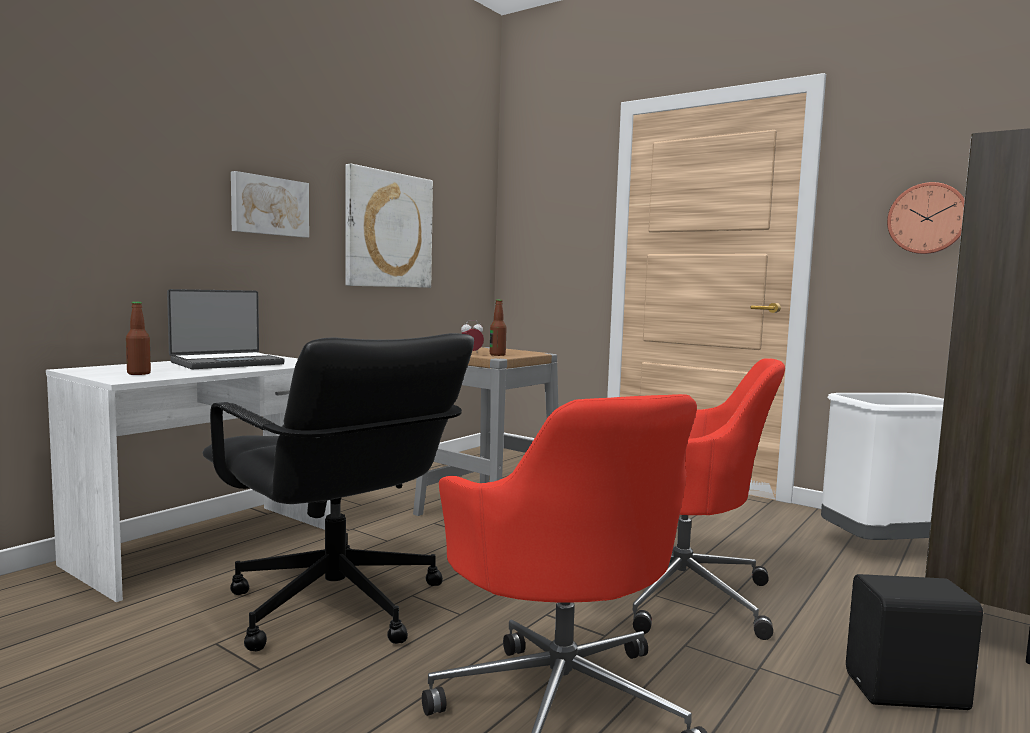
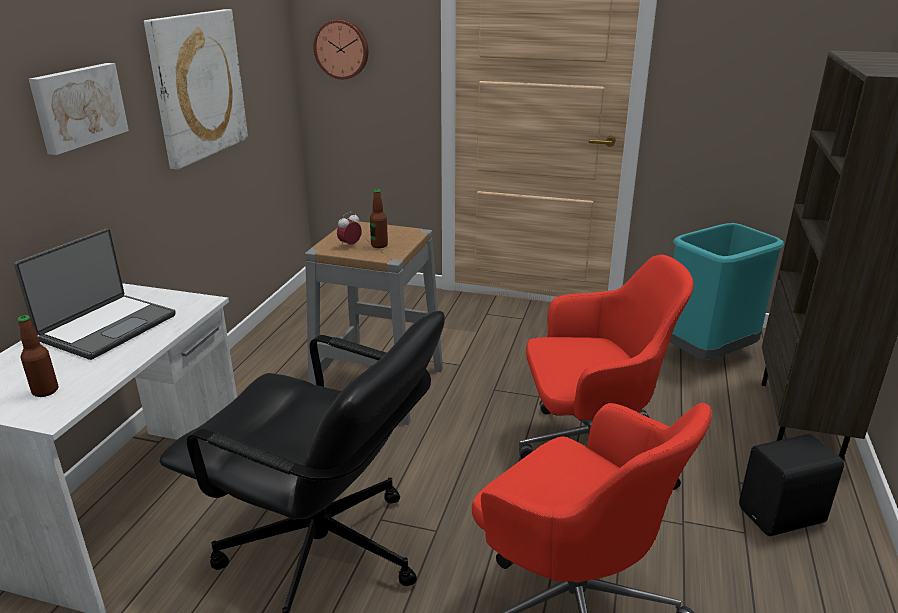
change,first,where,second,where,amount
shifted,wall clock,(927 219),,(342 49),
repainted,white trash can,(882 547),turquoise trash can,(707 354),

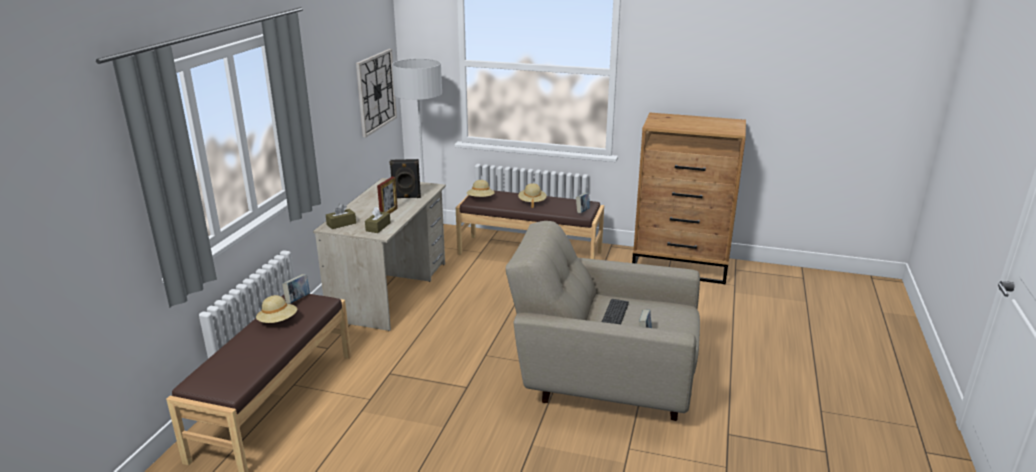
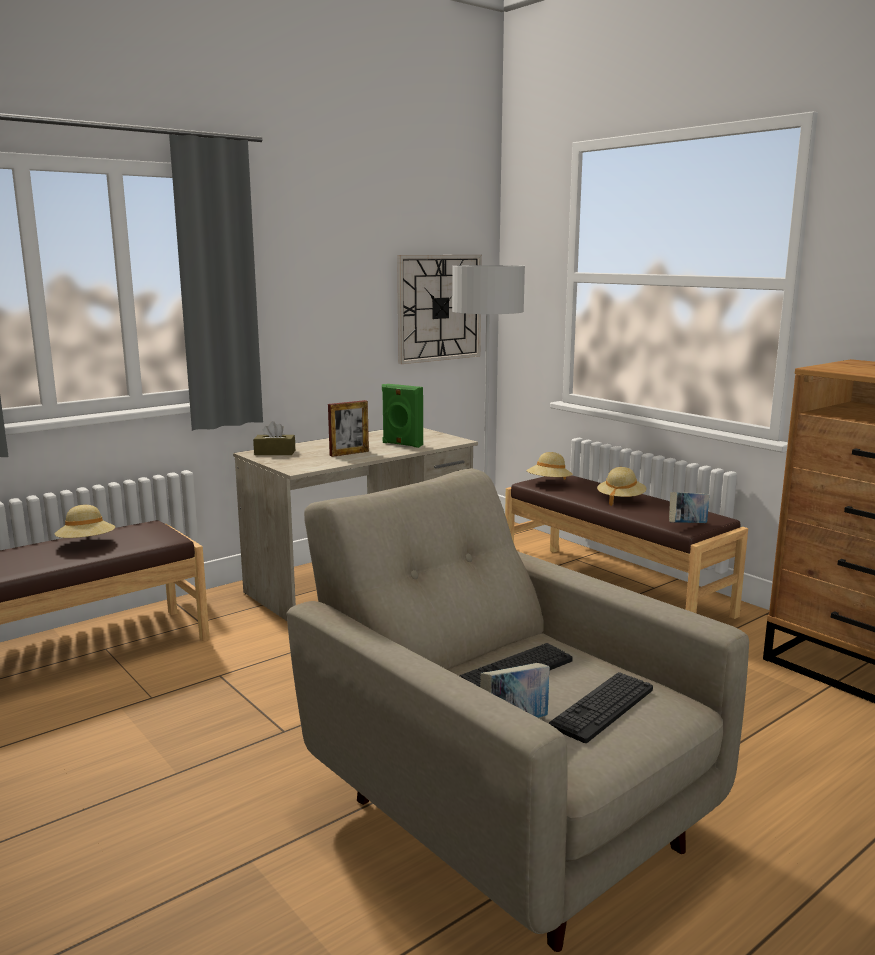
change,first,where,second,where,amount
repainted,black speaker,(406 197),green speaker,(402 444),
new,,,keyboard,(602 707),
gone,book,(298 300),,,
gone,brown tissue box,(378 227),,,

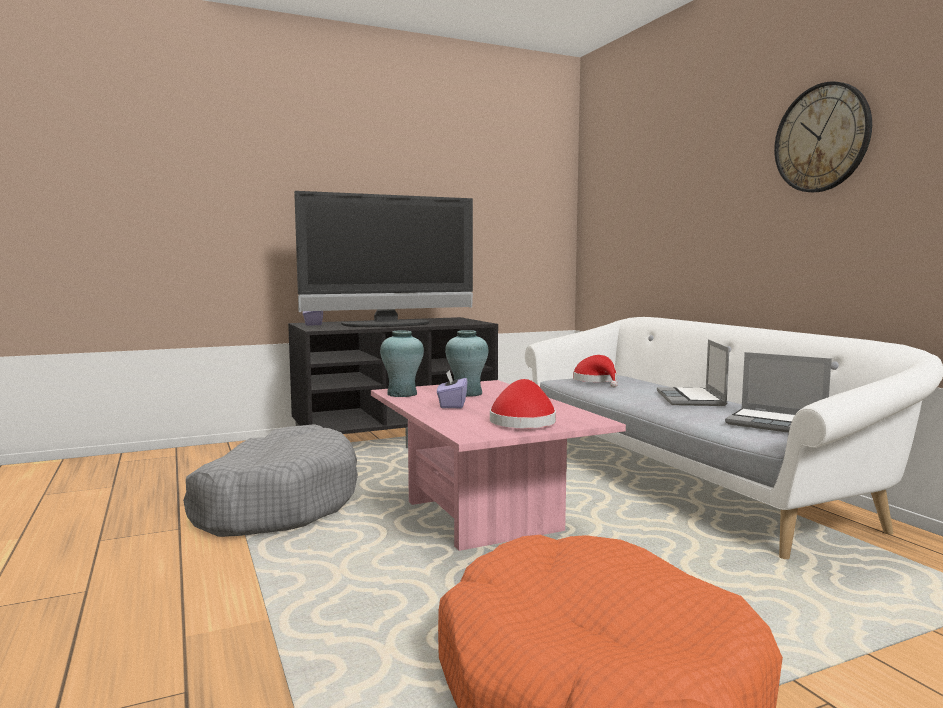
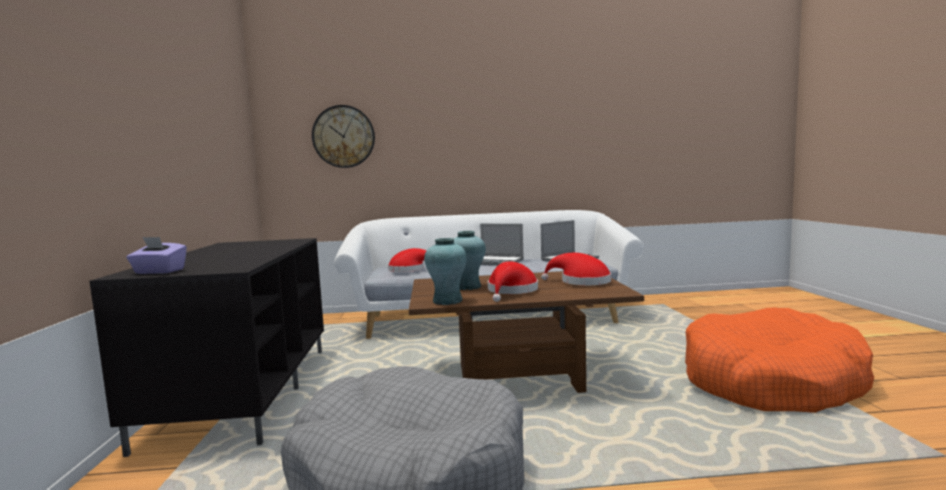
change,first,where,second,where,amount
shifted,wall clock,(822 138),,(343 136),
repainted,pink coffee table,(482 516),brown coffee table,(518 378),
swapped,purple tissue box,(452 405),red hat,(511 291),
gone,television,(388 324),,,

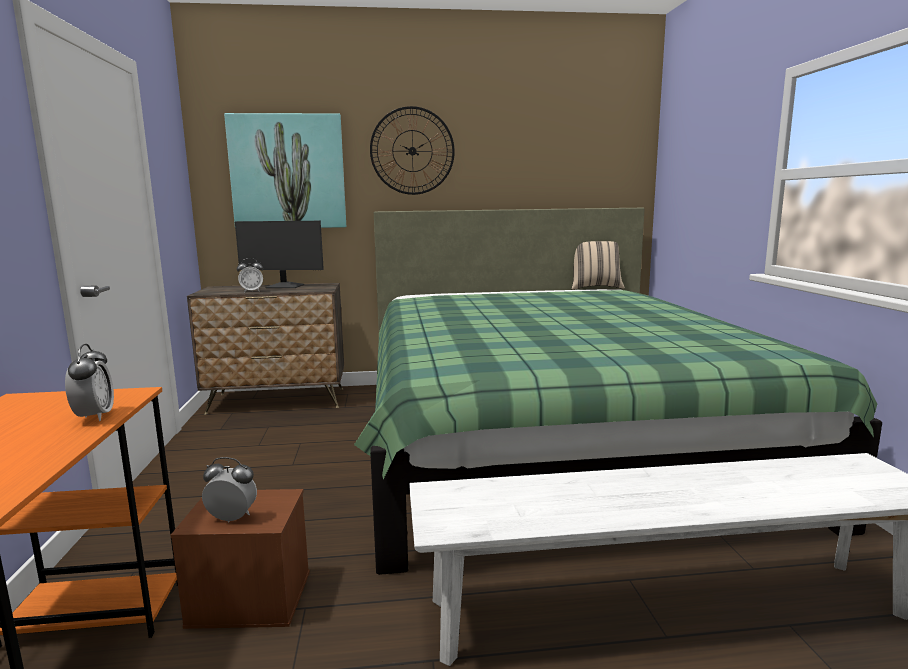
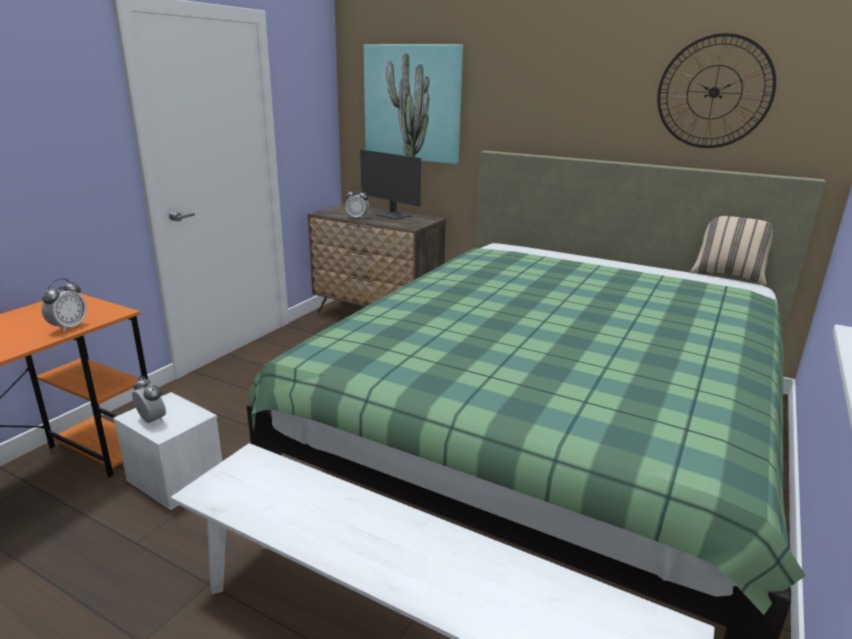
change,first,where,second,where,amount
repainted,brown storage box,(248 599),white storage box,(174 478),
shifted,wall clock,(412 151),,(714 92),

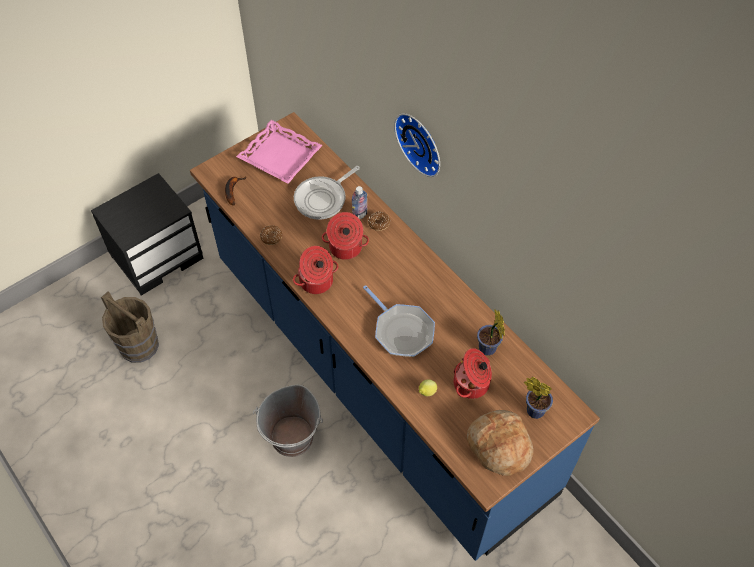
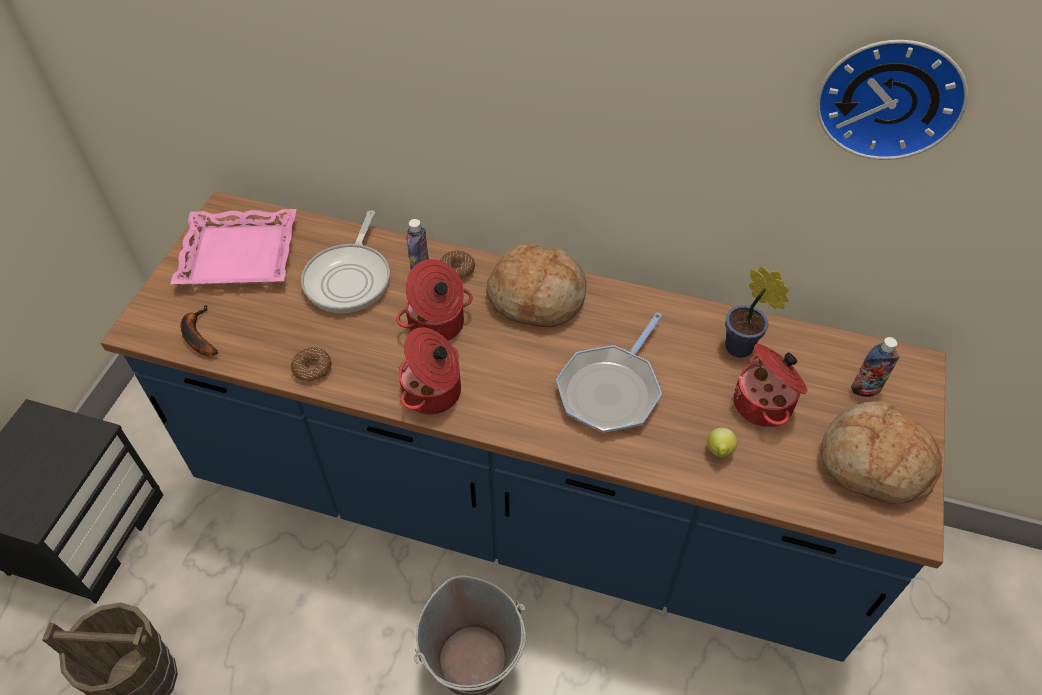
change,first,where,second,where,amount
new,,,bread,(537 297),
rotated,frying pan,(401 331),,(611 390),105 degrees clockwise
shifted,wall clock,(421 142),,(890 95),
swapped,potted plant,(533 409),bottle,(865 389),

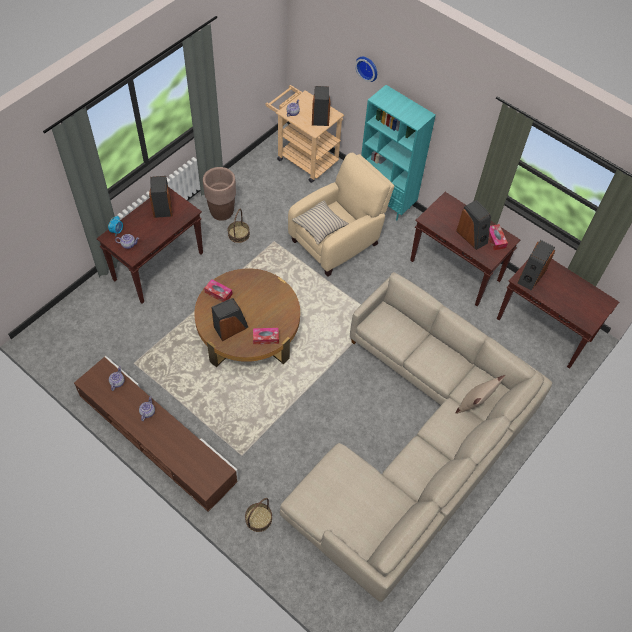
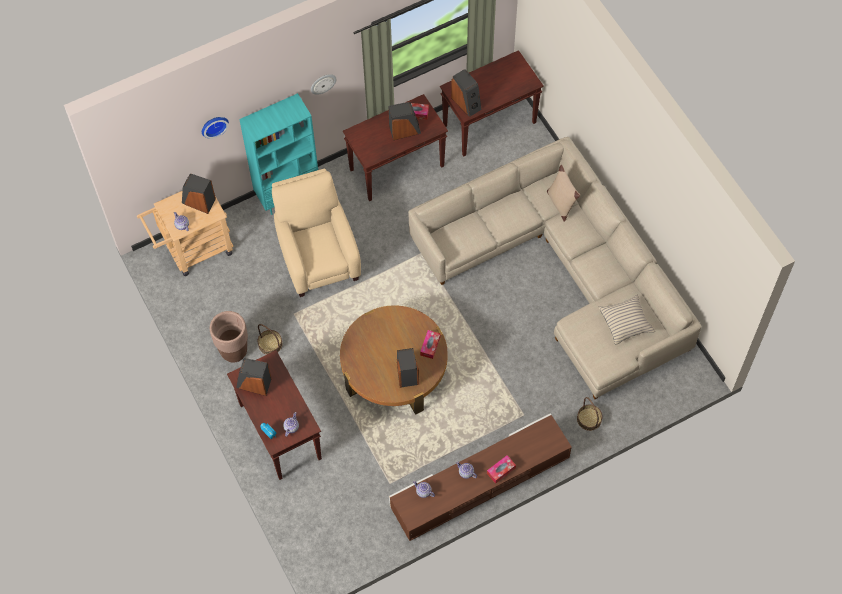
change,first,where,second,where,amount
new,,,wall clock,(323 83),
shifted,tissue box,(218 293),,(501 470),
shifted,beige pillow,(320 225),,(626 322),

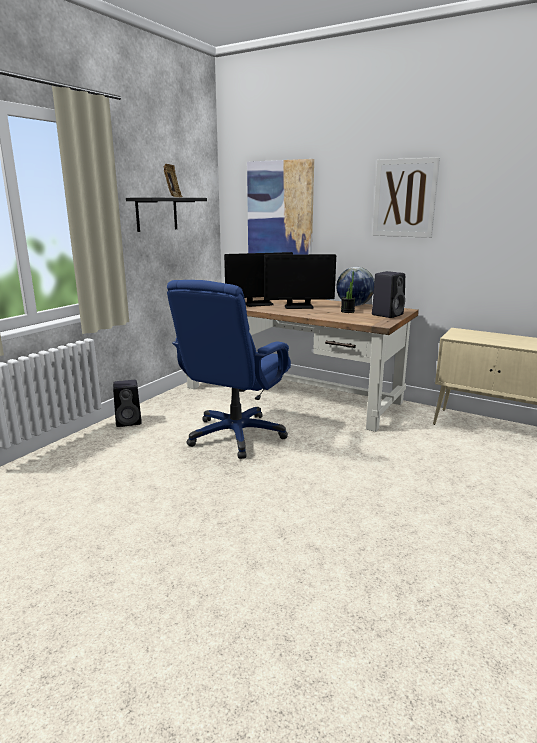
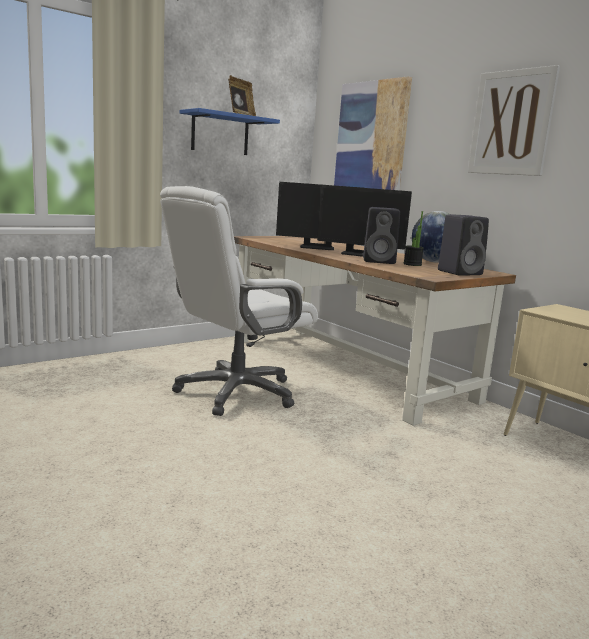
change,first,where,second,where,amount
repainted,blue office chair,(236 435),white office chair,(236 393),
repainted,black shelf,(156 214),blue shelf,(220 134),
shifted,black speaker,(129 421),,(380 261),

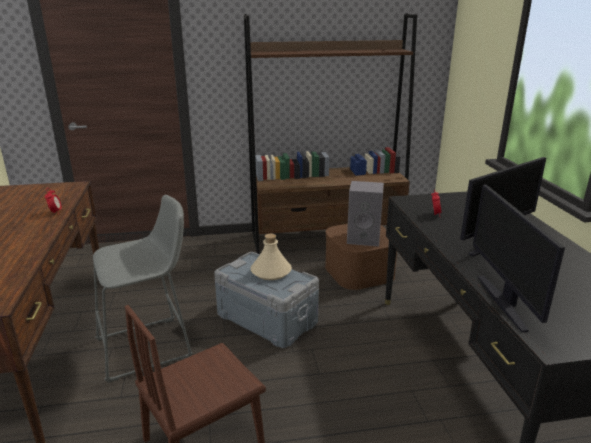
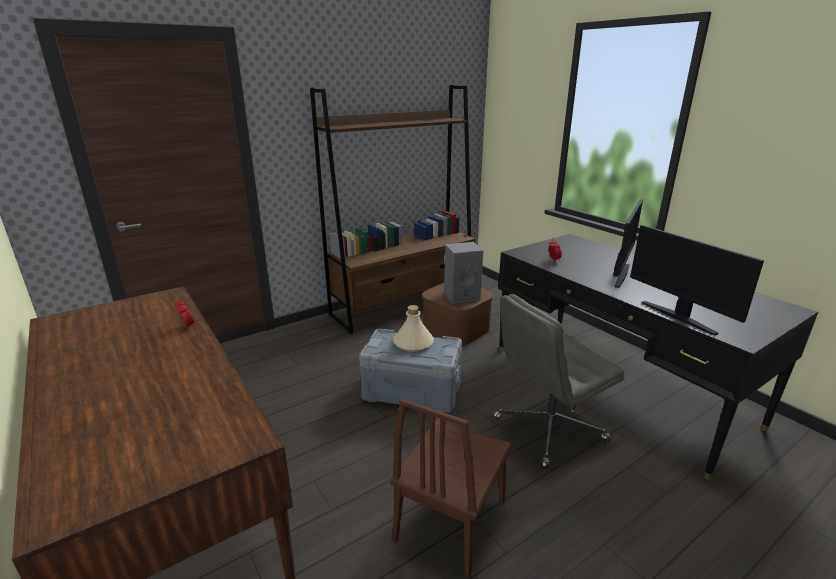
change,first,where,second,where,amount
new,,,grey office chair,(548 430),
gone,grey stool,(149 347),,,

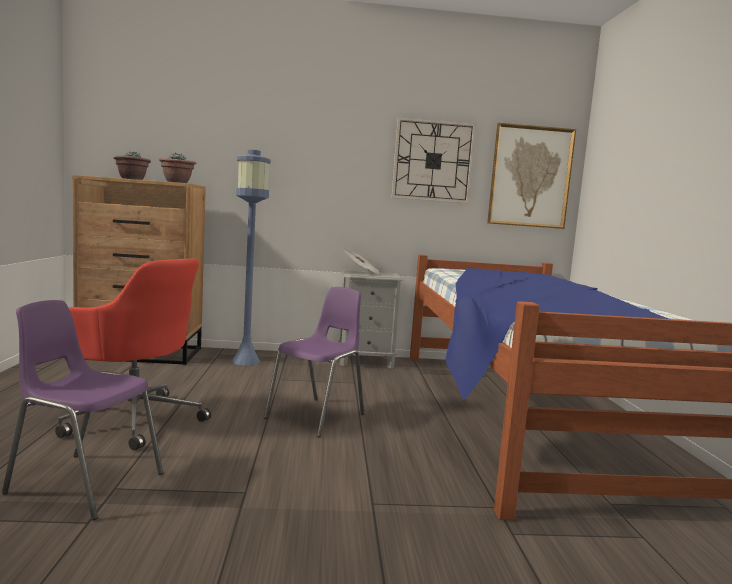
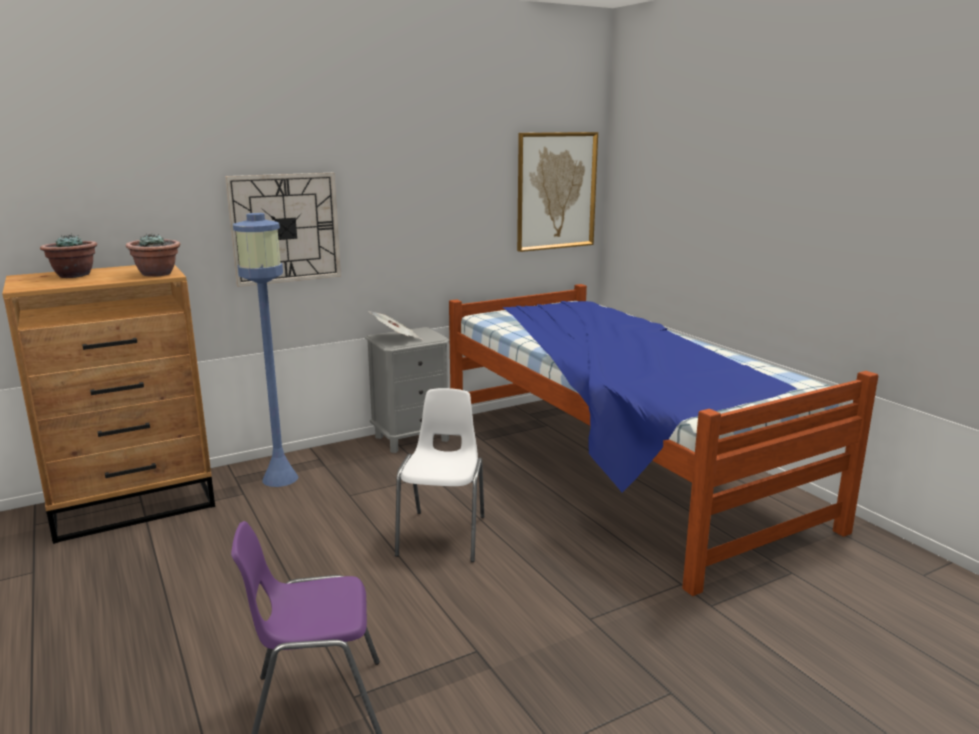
change,first,where,second,where,amount
shifted,wall clock,(433 161),,(285 228),
repainted,purple chair,(317 416),white chair,(443 535),
gone,red office chair,(133 419),,,

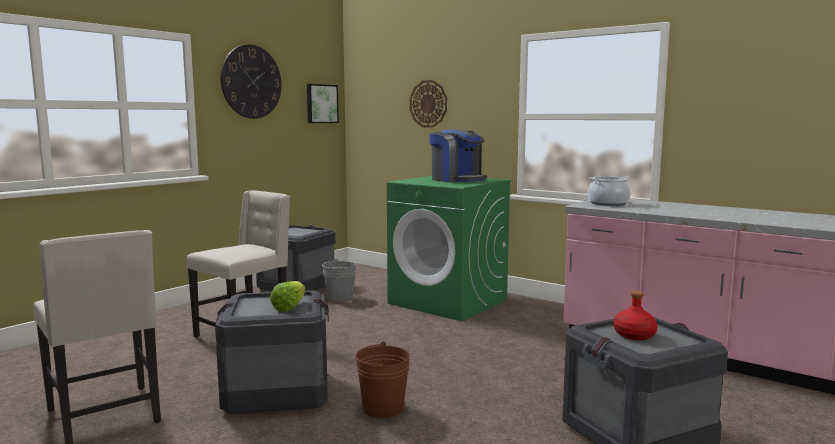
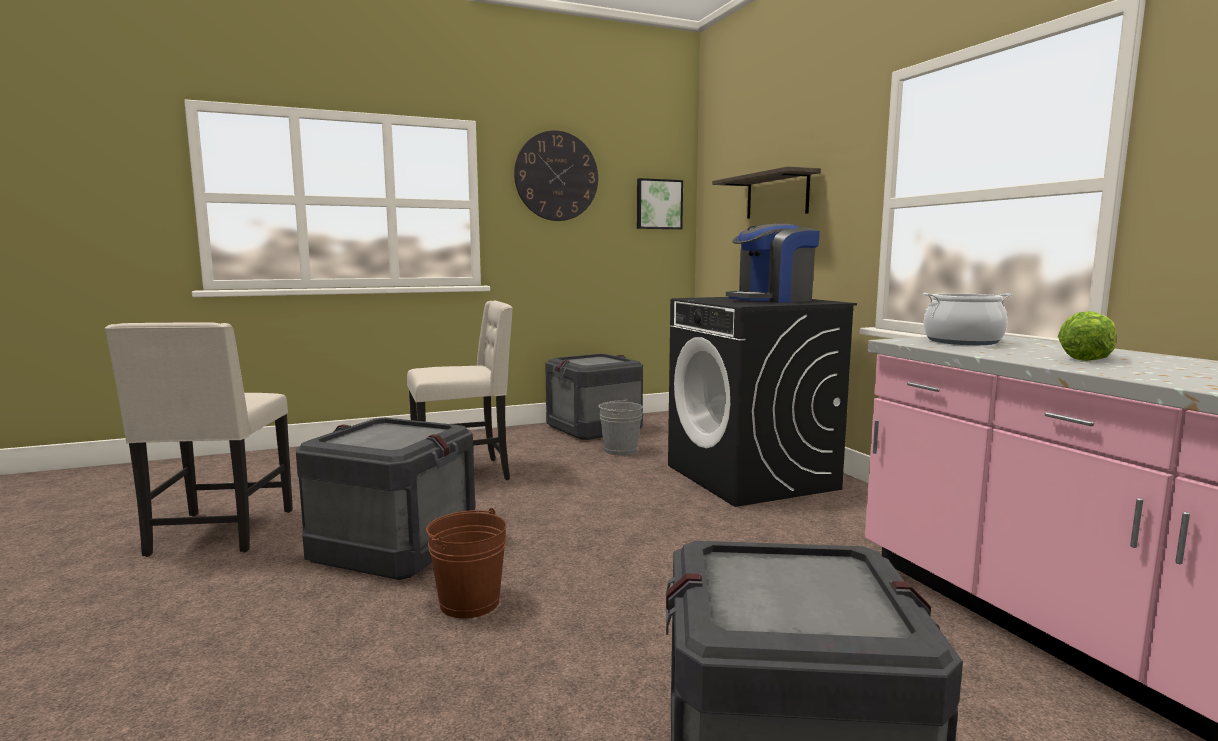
change,first,where,second,where,amount
repainted,green washing machine,(448 302),black washing machine,(752 477),
swapped,wall clock,(428 104),shelf,(777 196),
rotated,coffee machine,(457 180),,(772 300),75 degrees clockwise
shifted,lettuce,(289 307),,(1088 358),
gone,red bottle,(635 335),,,

